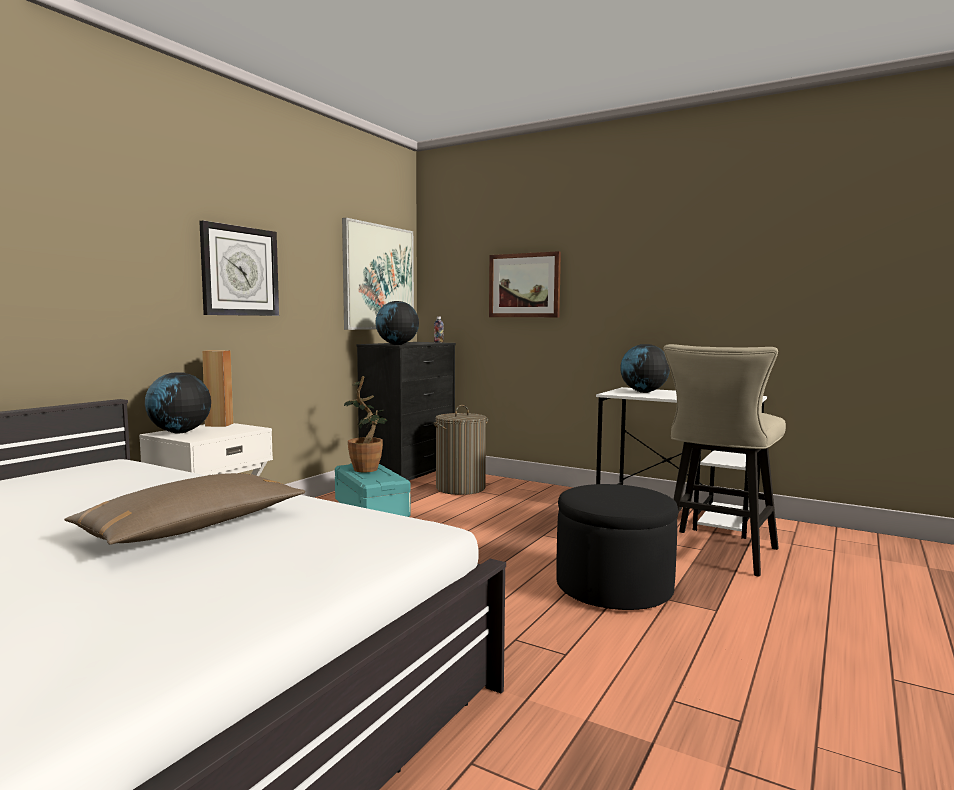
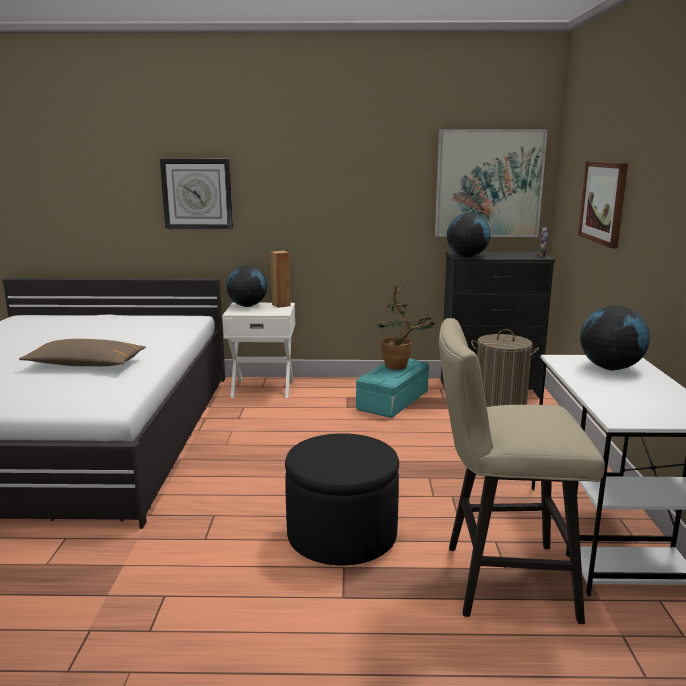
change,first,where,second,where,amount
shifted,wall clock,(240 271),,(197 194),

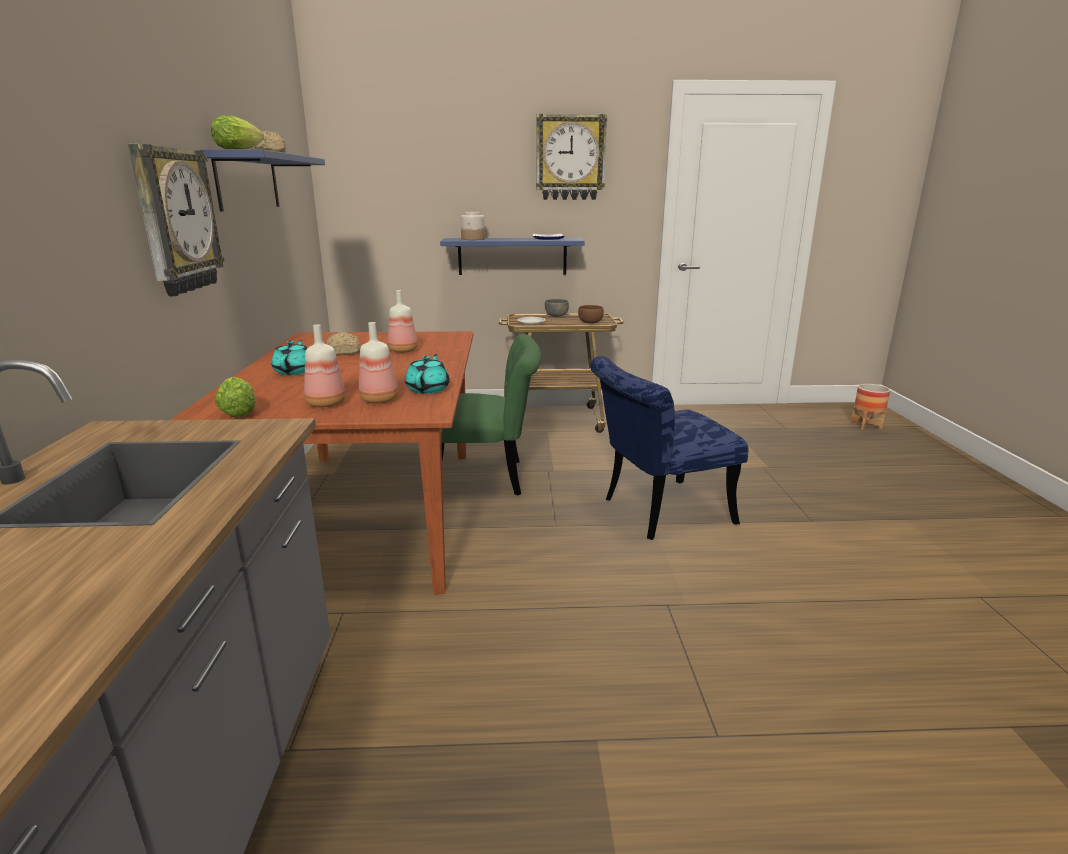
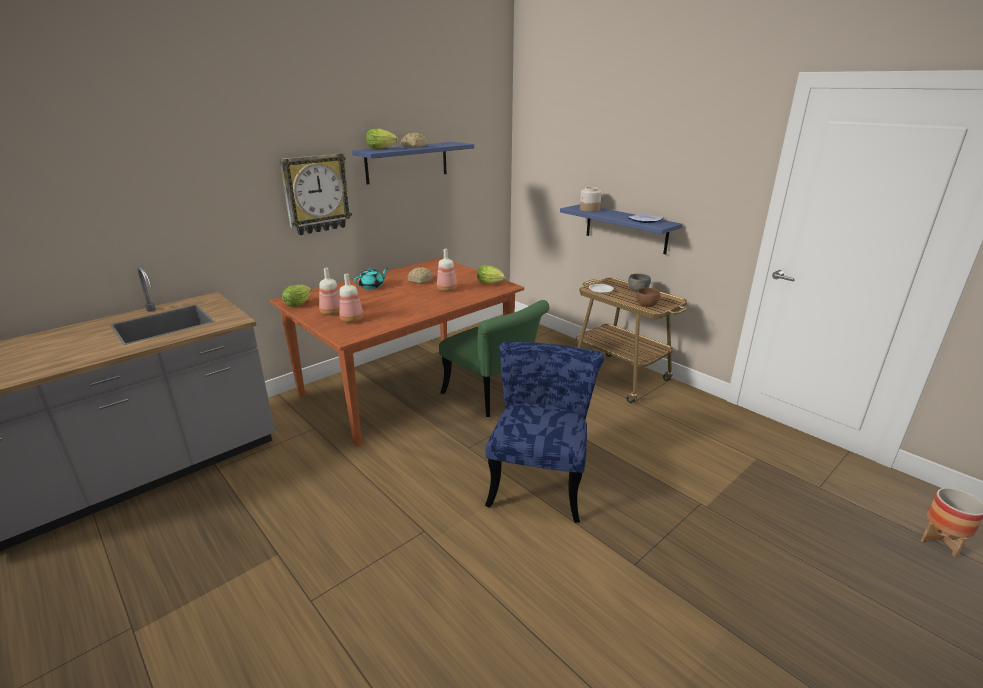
change,first,where,second,where,amount
new,,,lettuce,(491 283),
rotated,blue chair,(657 512),,(540 479),75 degrees clockwise
gone,turquoise teapot,(428 389),,,
gone,wall clock,(570 158),,,

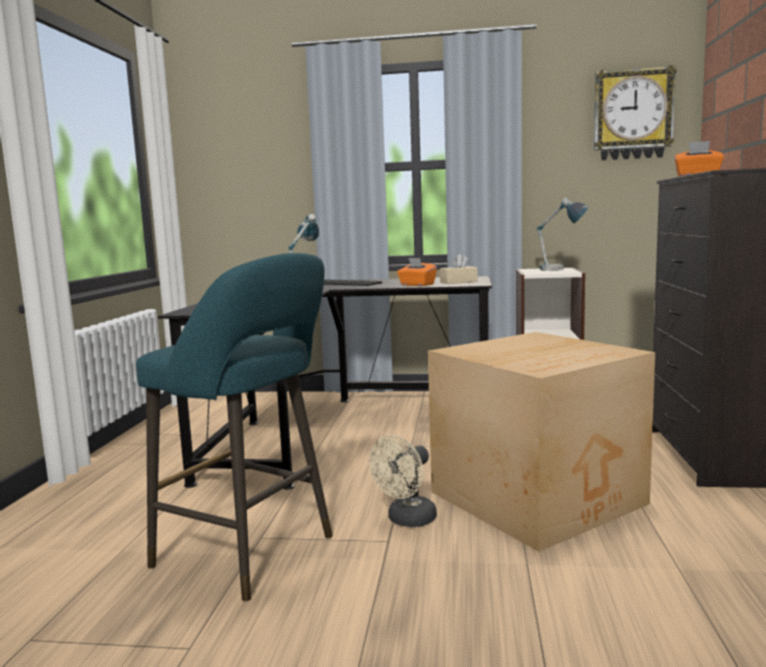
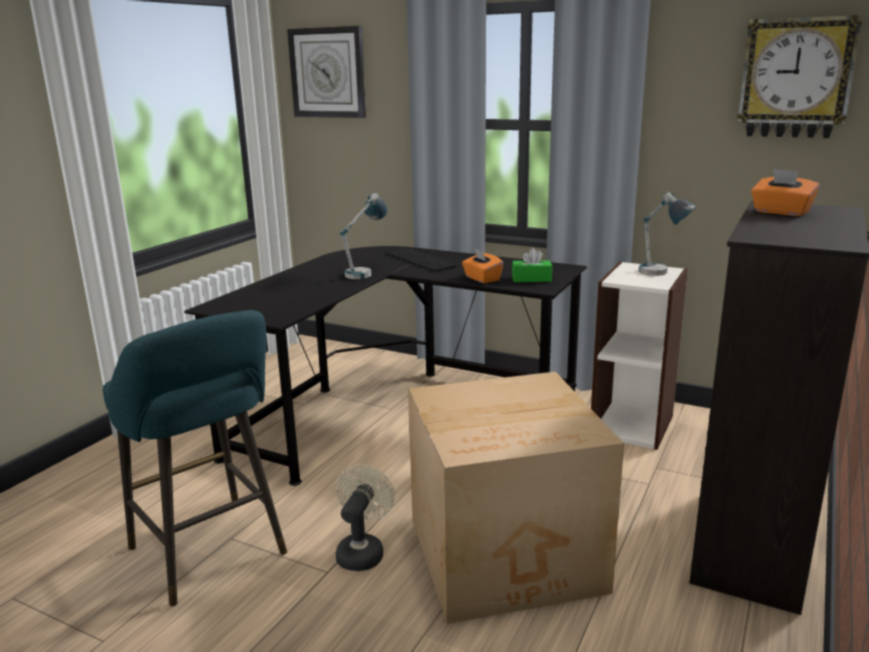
change,first,where,second,where,amount
new,,,wall clock,(328 73),
rotated,beige fan,(407 520),,(362 551),135 degrees clockwise
repainted,beige tissue box,(458 282),green tissue box,(531 279),

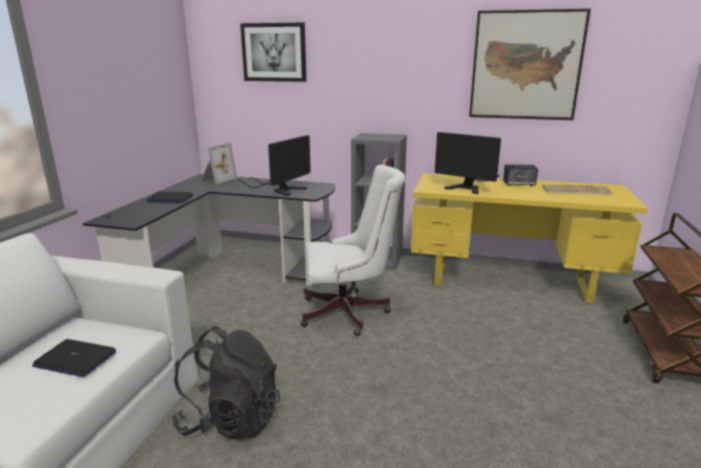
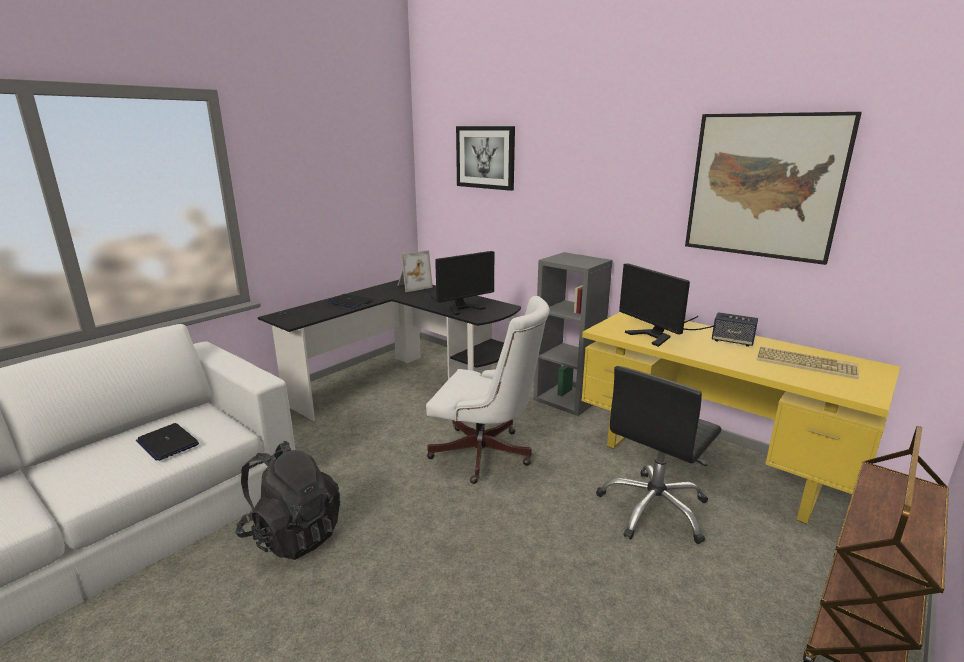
change,first,where,second,where,amount
new,,,black office chair,(654 509),

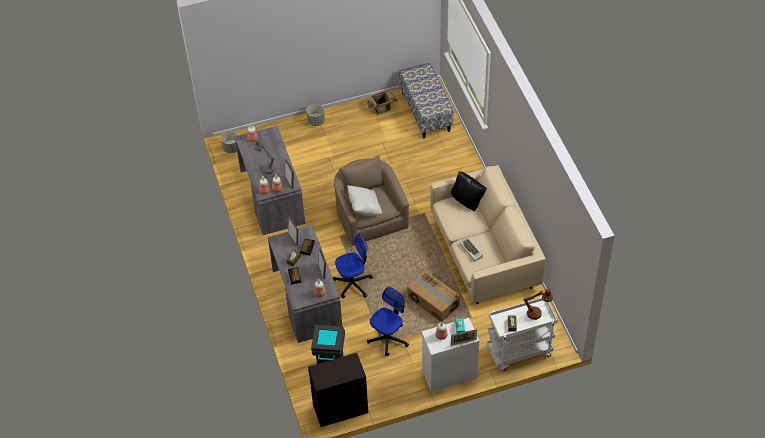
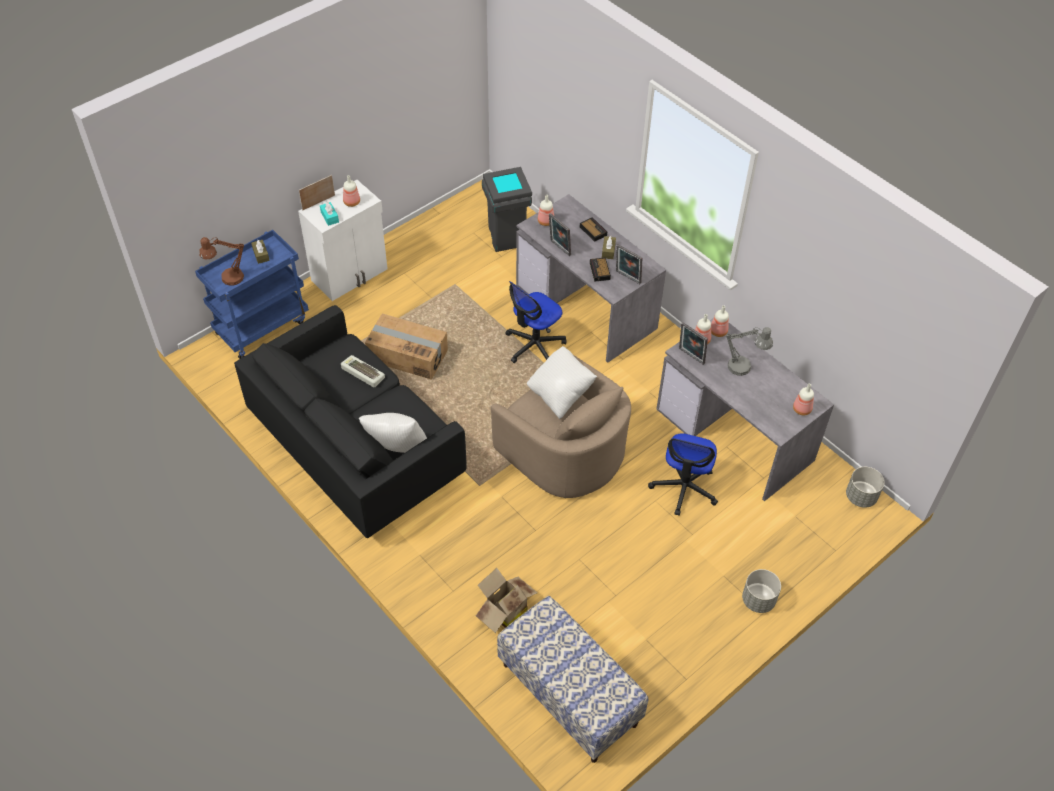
change,first,where,second,where,amount
repainted,white cart,(519 352),blue cart,(262 326),
repainted,beige sofa,(484 253),black sofa,(357 448),
repainted,black pillow,(467 201),white pillow,(397 450),
shifted,cardboard box,(382 109),,(504 611),
shifted,office chair,(388 338),,(684 488),
gone,black cabinet,(339 408),,,

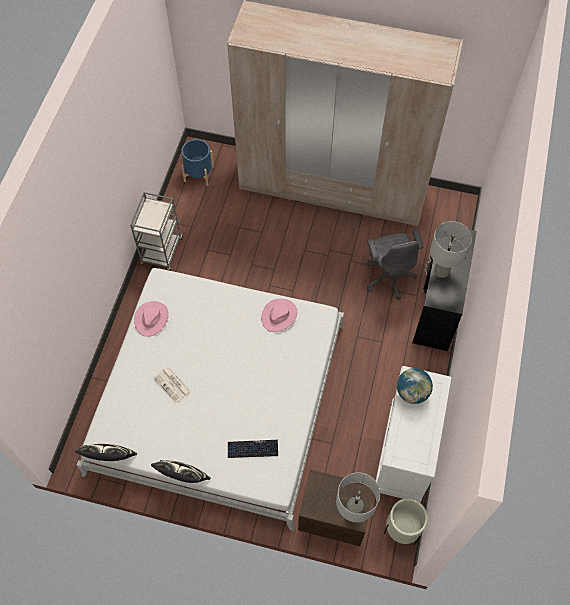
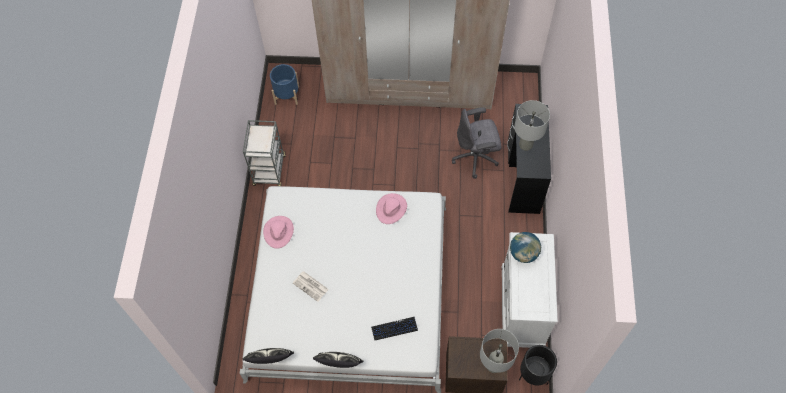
change,first,where,second,where,amount
rotated,grey office chair,(389 276),,(475 158),105 degrees clockwise
repainted,beige planter,(401 530),black planter,(533 374),

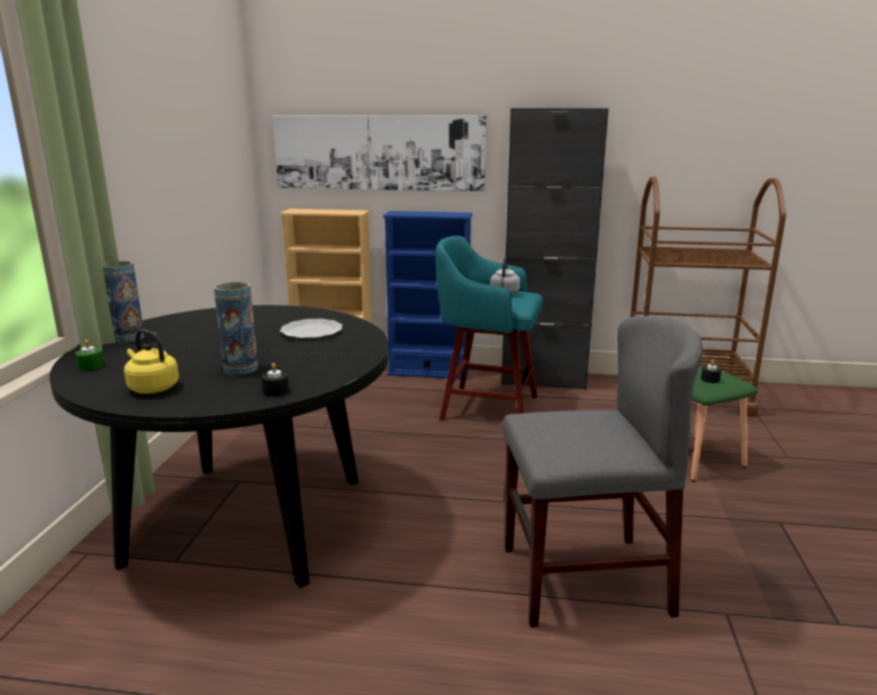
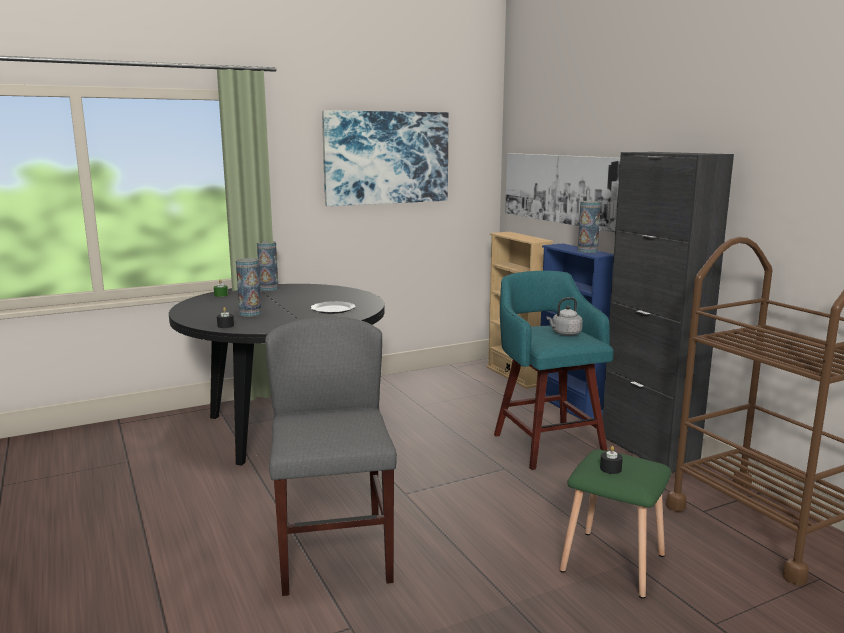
change,first,where,second,where,amount
rotated,grey chair,(584 580),,(334 552),150 degrees counterclockwise
new,,,picture,(386 157),
new,,,vase,(587 251),
gone,yellow kettle,(152 388),,,

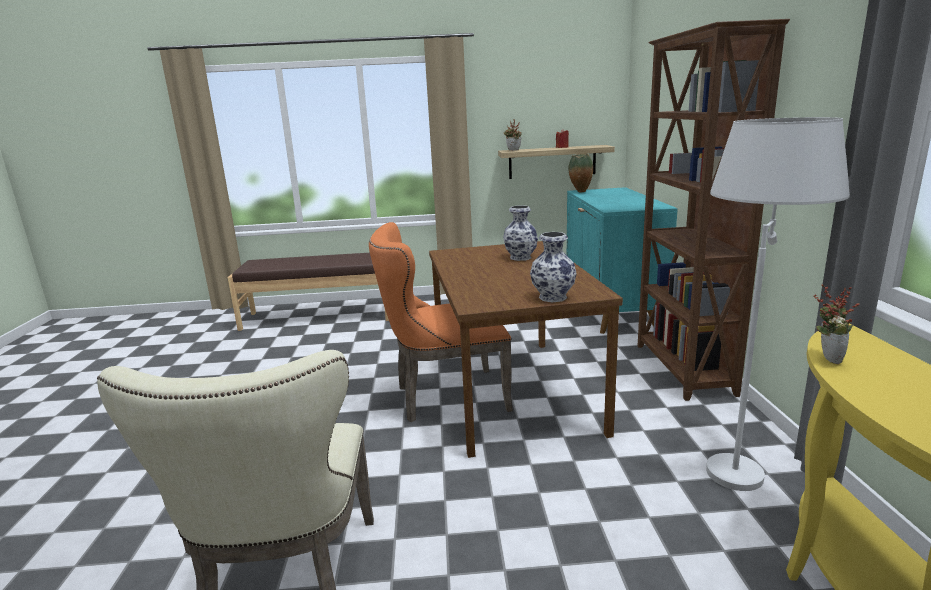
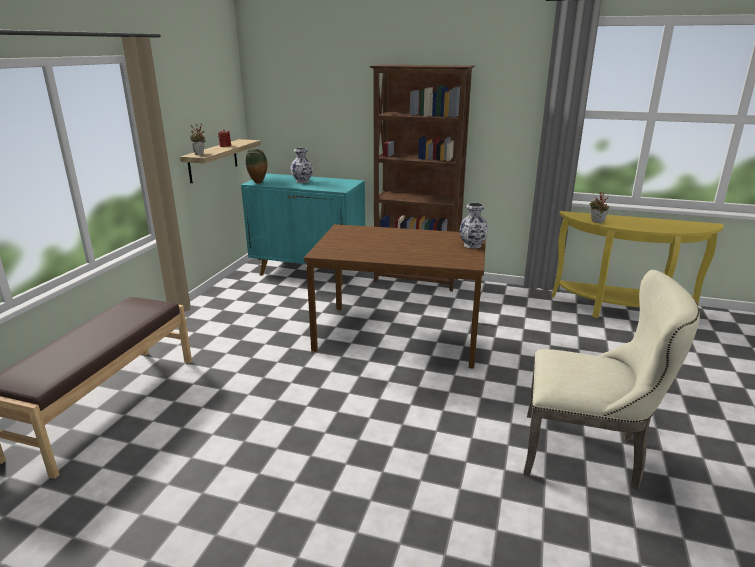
change,first,where,second,where,amount
shifted,vase,(520 257),,(302 181),
gone,orange chair,(444 397),,,
gone,white floor lamp,(741 459),,,

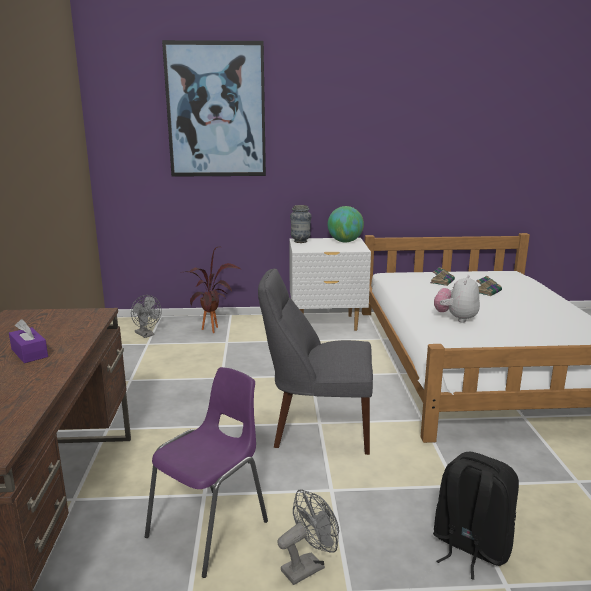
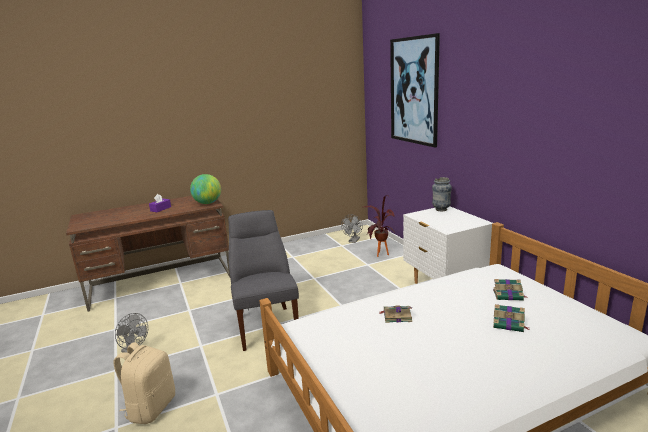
change,first,where,second,where,amount
repainted,black backpack,(469 547),beige backpack,(151 408),
shifted,globe,(345 241),,(208 203),
swapped,plush toy,(456 318),book,(396 316),
gone,purple chair,(211 528),,,

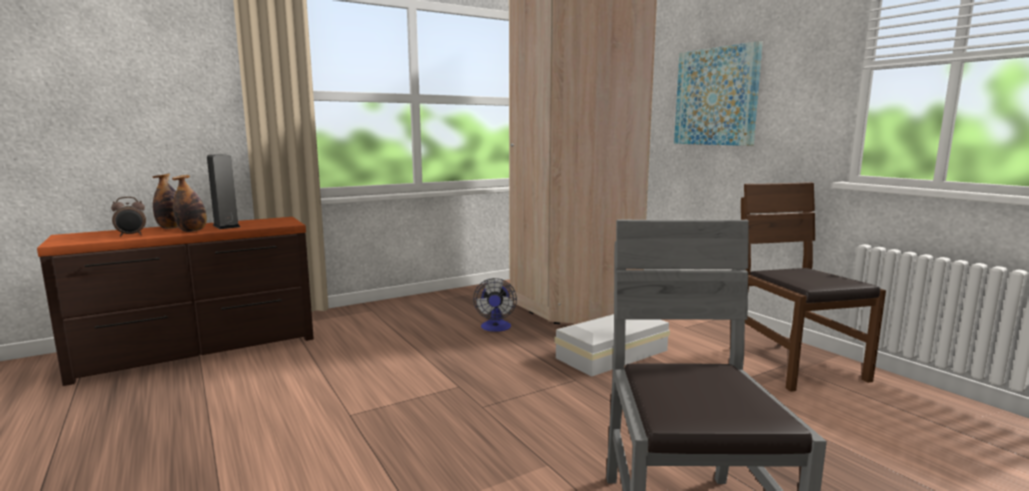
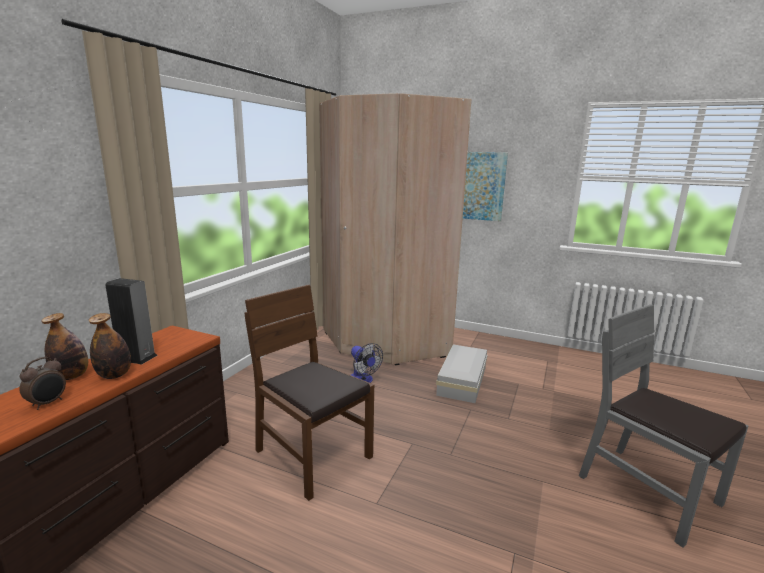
change,first,where,second,where,amount
shifted,brown chair,(794 364),,(312 455),

